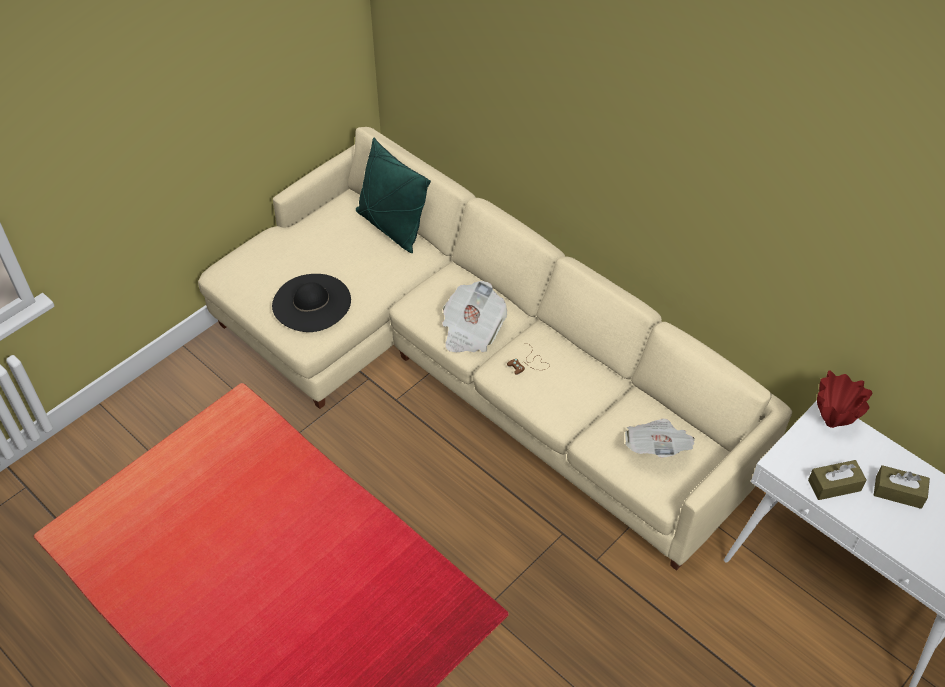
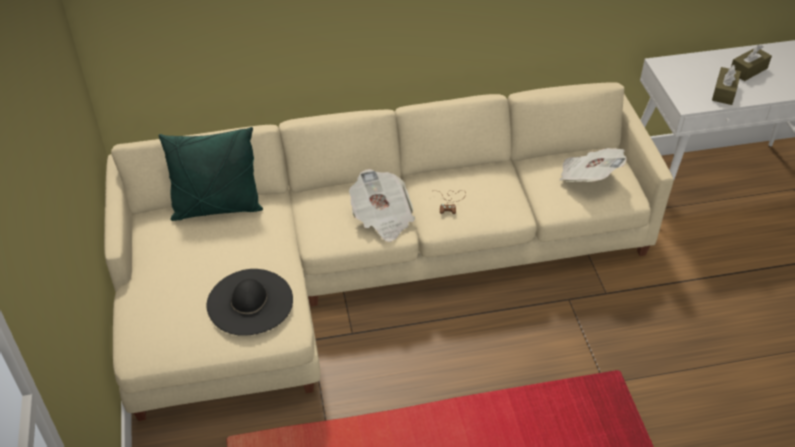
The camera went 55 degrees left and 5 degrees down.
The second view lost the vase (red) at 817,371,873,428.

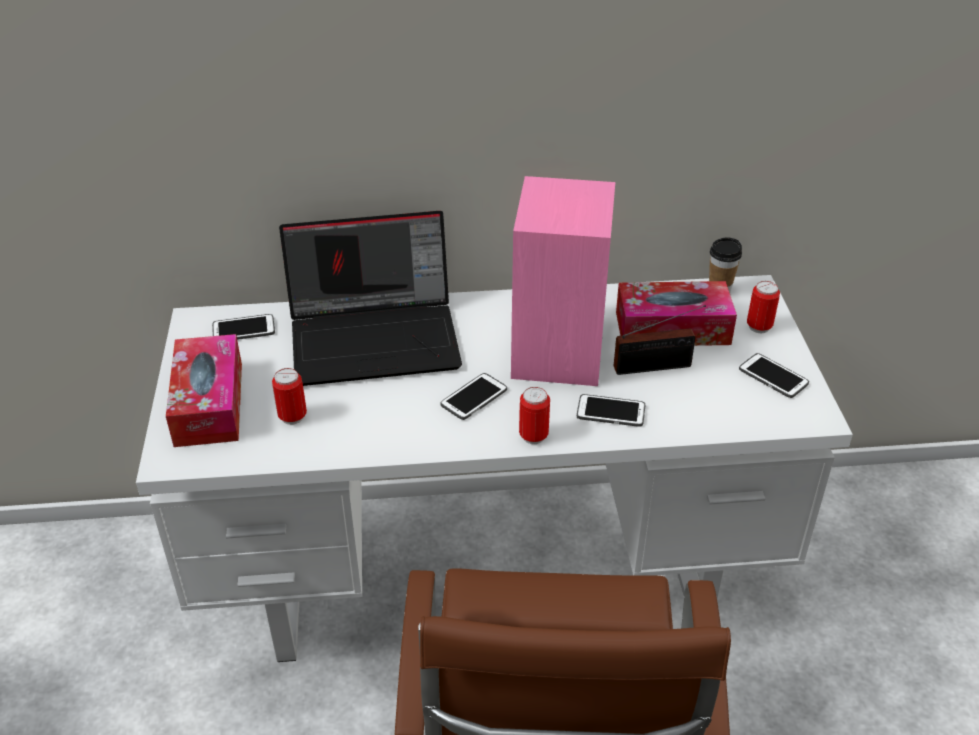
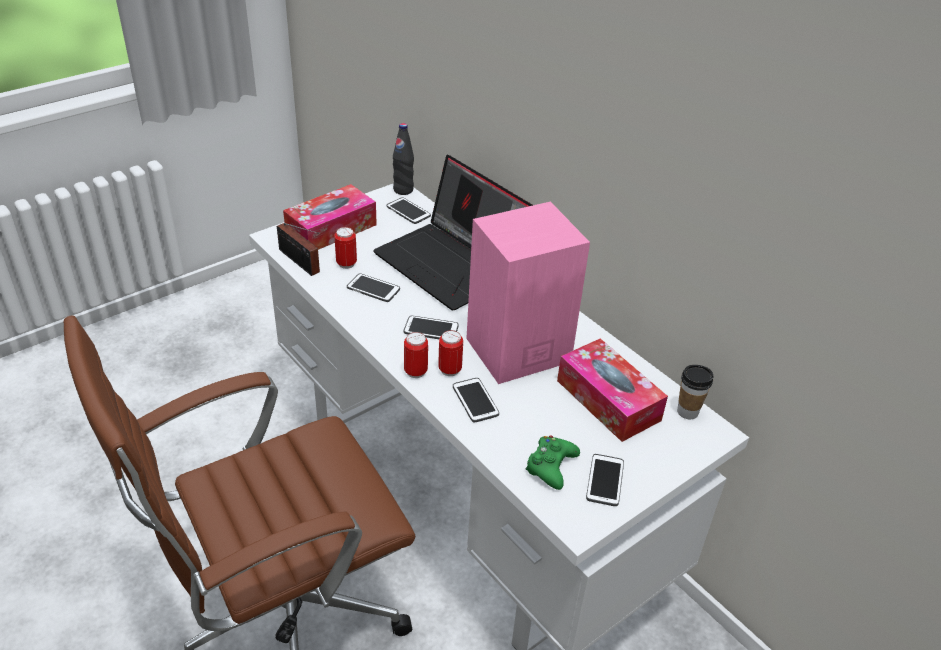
The camera went 55 degrees right and 0 degrees up.
The radio ended up elsewhere, having gone from 614,305,706,375 to 277,223,320,276.
The second view gained the phone at 347,273,400,302.
The second view gained the bottle (black) at 393,123,414,195.
The can ended up elsewhere, having gone from 747,281,780,333 to 438,330,463,376.
The second view gained the game controller (green) at 526,435,580,490.

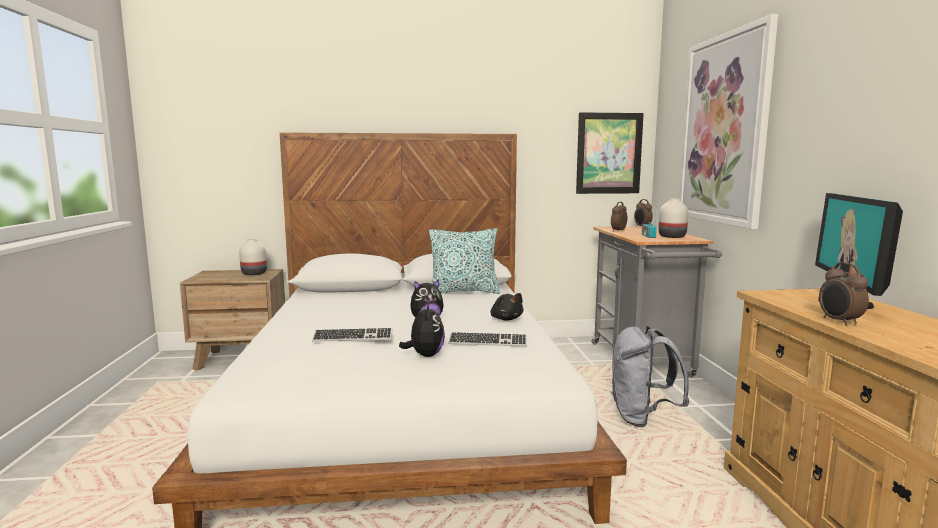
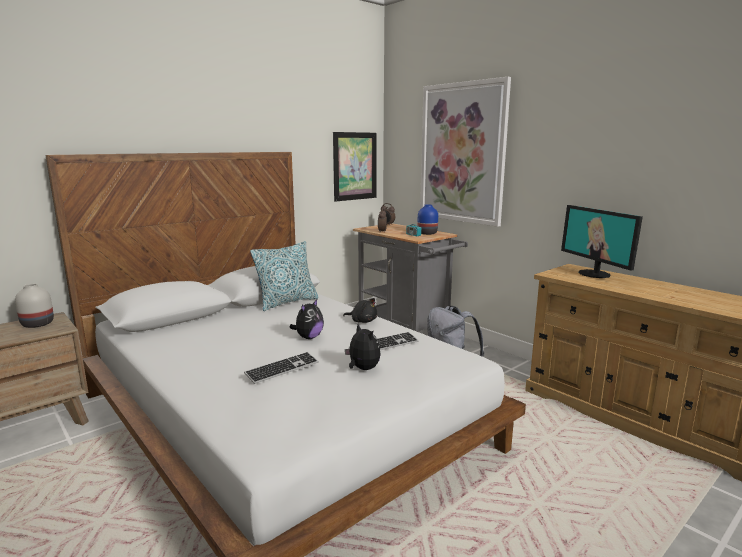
The camera went 35 degrees left and 5 degrees up.
What was the vase (white) at 659,199,688,238 turned into the vase (blue) at 417,204,438,235.
The second view lost the alarm clock at 819,262,869,326.

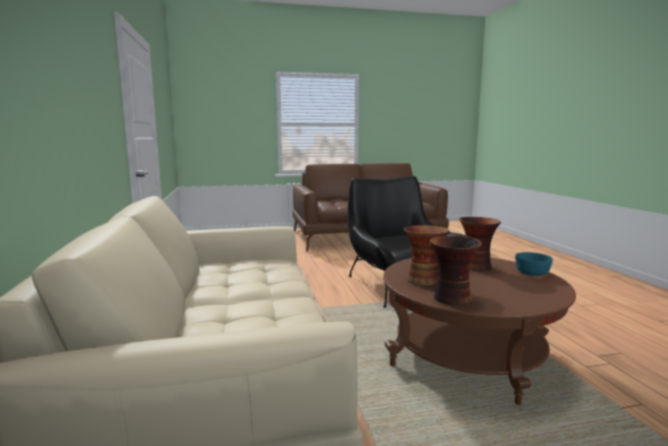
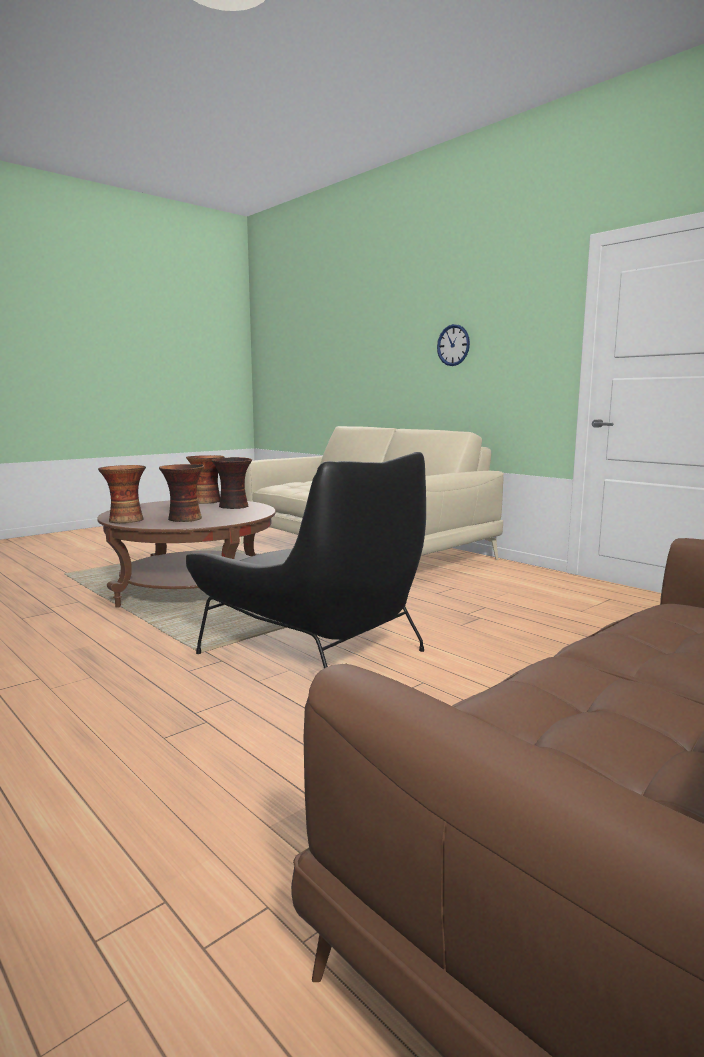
The camera went 150 degrees right and 0 degrees up.
Where the bowl (turquoise) stood at 515,252,553,276, the vase came to stand at 98,465,146,523.
The second view gained the wall clock at 437,324,470,366.

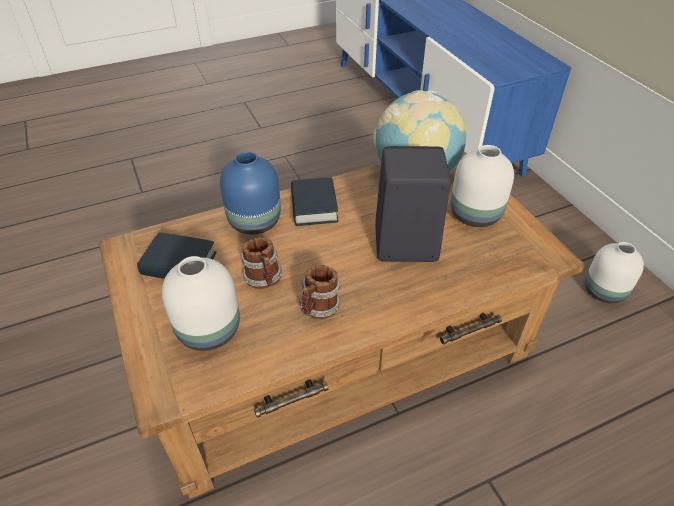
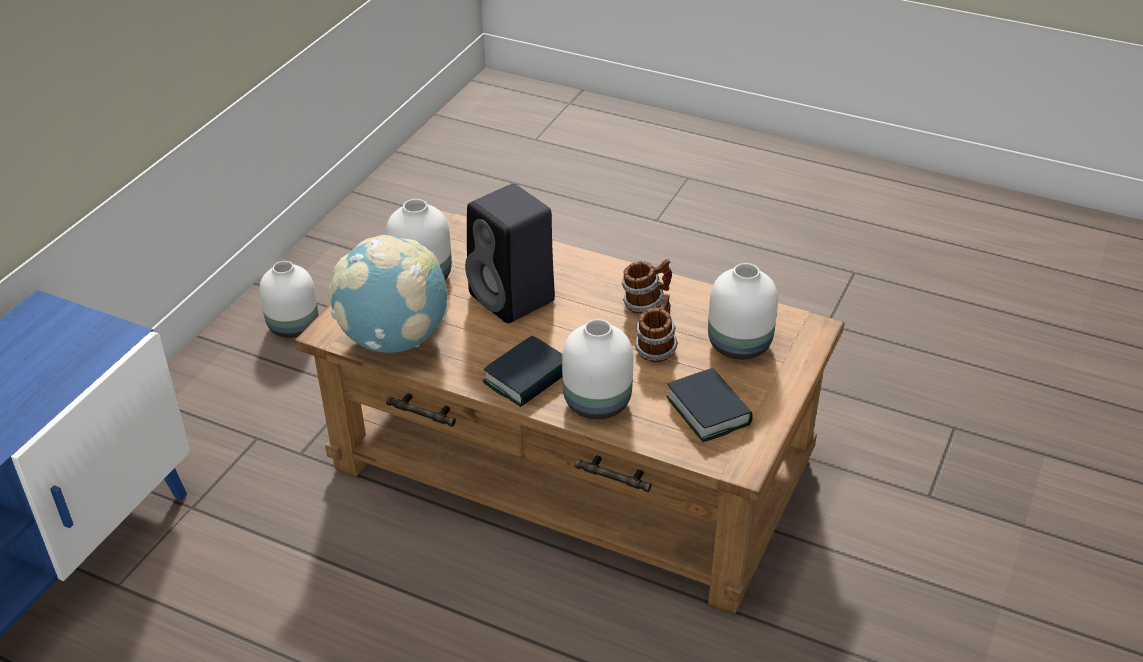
The camera went 130 degrees left and 5 degrees down.
What was the vase (blue) at 220,151,281,235 turned into the vase (white) at 562,319,633,420.

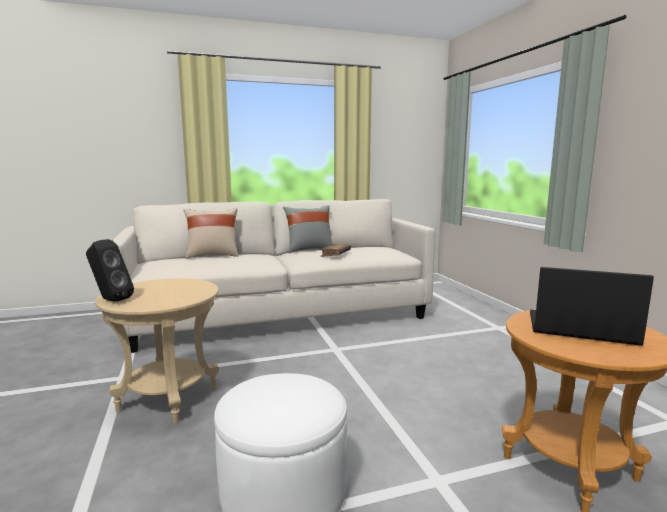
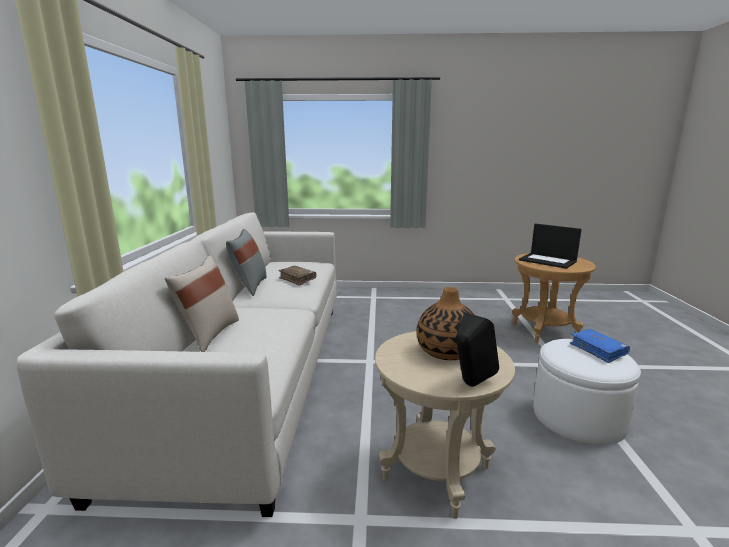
The camera went 70 degrees left and 5 degrees up.
The second view gained the vase at 417,287,474,360.
The laptop at 530,267,654,346 ended up facing another way, 90 degrees counterclockwise from before.
The second view gained the book (blue) at 570,329,630,363.

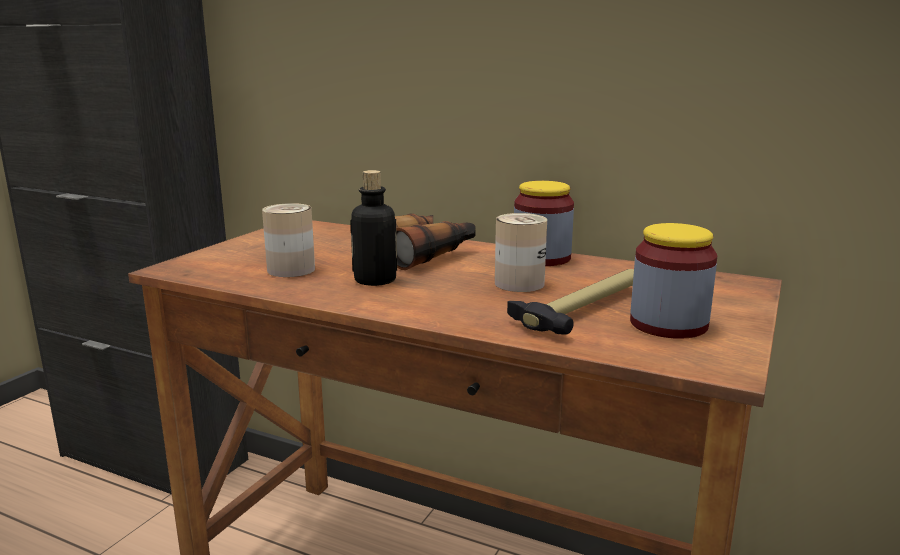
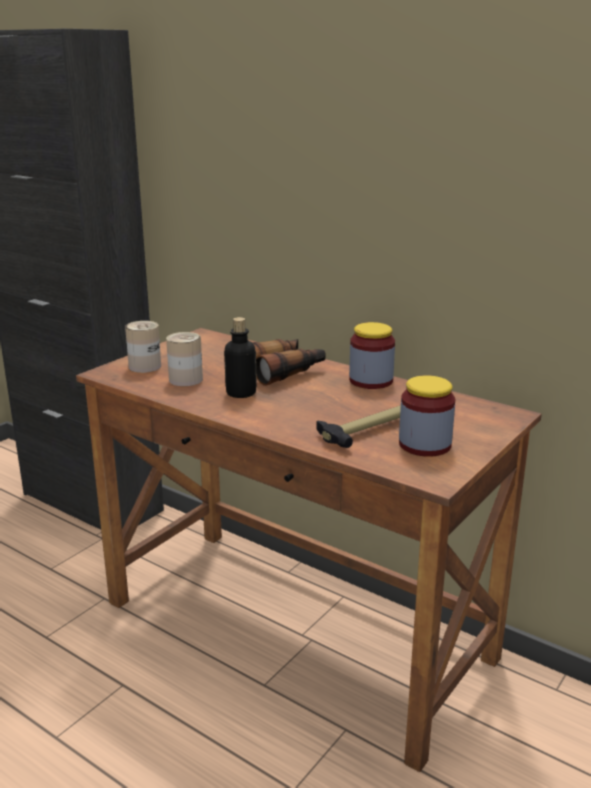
The camera went 10 degrees right and 5 degrees up.
The can ended up elsewhere, having gone from 495,213,547,292 to 125,321,161,373.

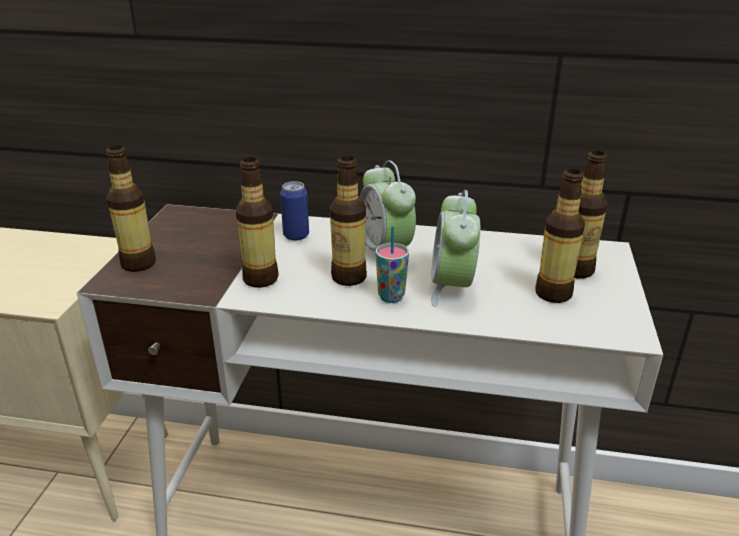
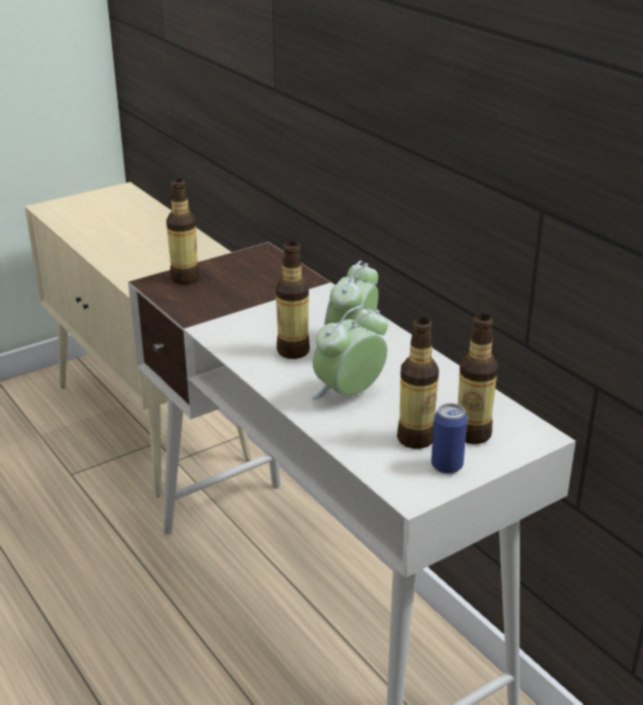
The camera went 45 degrees right and 0 degrees up.
The can ended up elsewhere, having gone from 280,181,309,241 to 431,403,467,474.
The second view lost the bottle at 236,157,279,288.
The second view lost the cup at 376,226,409,303.

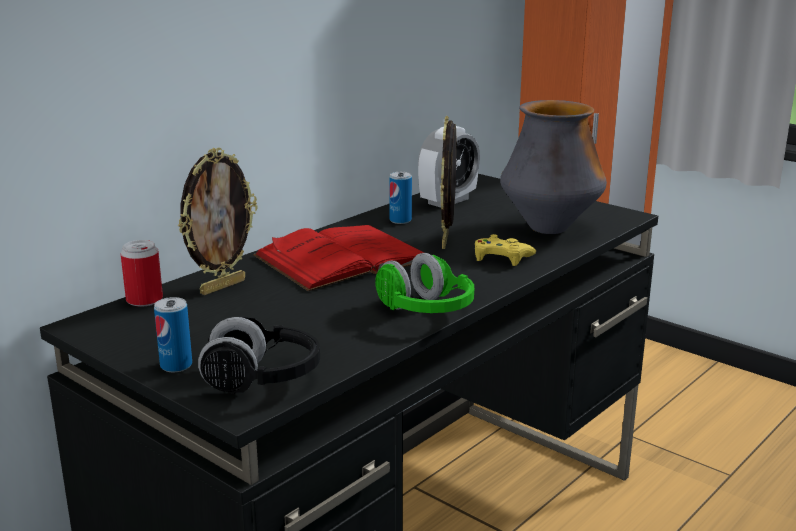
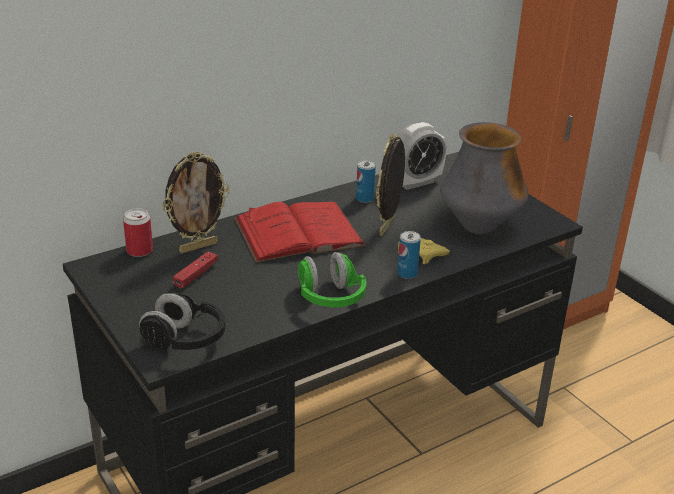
The camera went 15 degrees right and 10 degrees up.
The second view gained the game controller (red) at 173,252,218,288.
The can ended up elsewhere, having gone from 154,297,192,372 to 397,231,421,279.

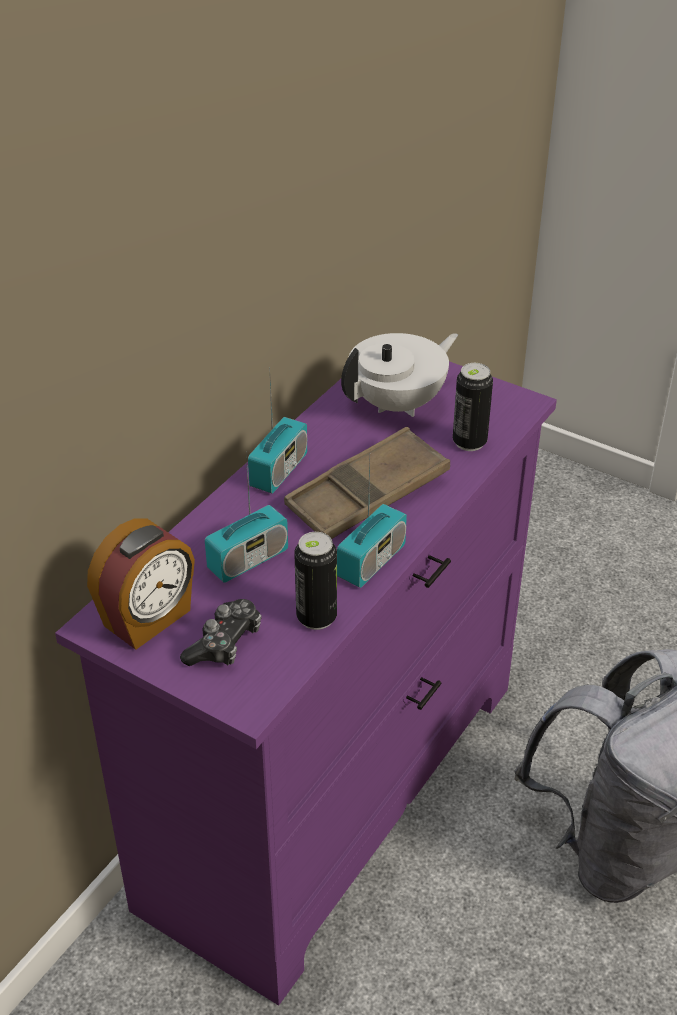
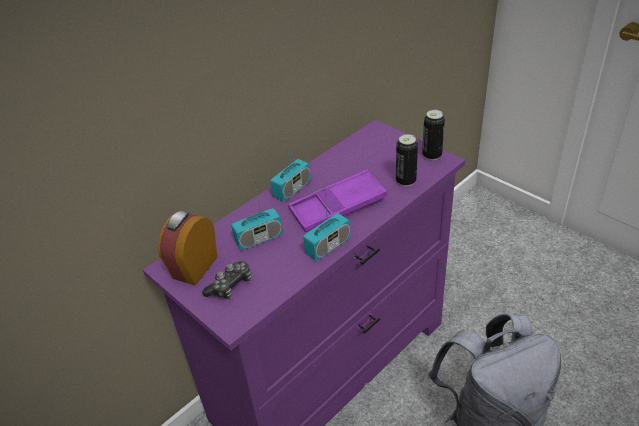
The camera went 15 degrees right and 0 degrees up.
The alarm clock at 87,518,195,650 ended up facing another way, 150 degrees clockwise from before.
What was the tray (brown) at 284,427,450,539 turned into the tray (purple) at 288,169,387,232.
The can ended up elsewhere, having gone from 294,532,337,630 to 422,110,445,160.
The second view lost the teapot (white) at 341,333,458,417.

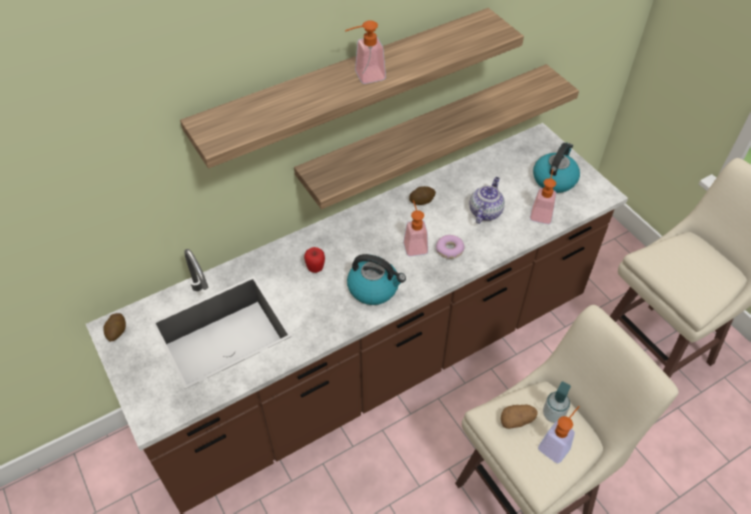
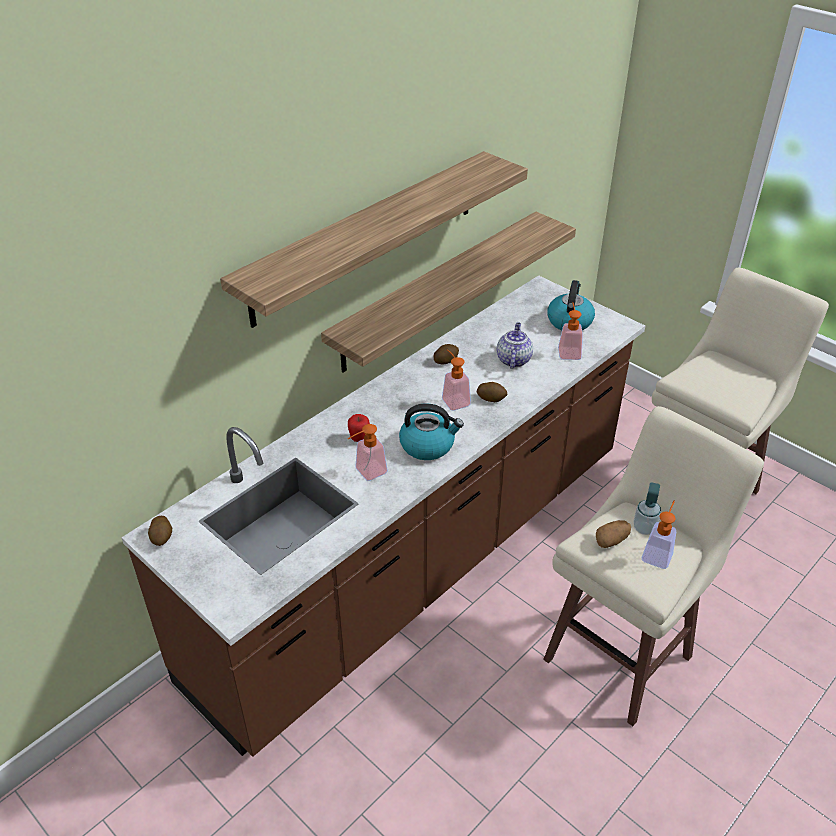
The camera went 15 degrees left and 10 degrees down.
The soap dispenser ended up elsewhere, having gone from 345,20,386,84 to 348,424,388,481.
Where the donut stood at 436,235,464,259, the potato came to stand at 477,382,507,402.

